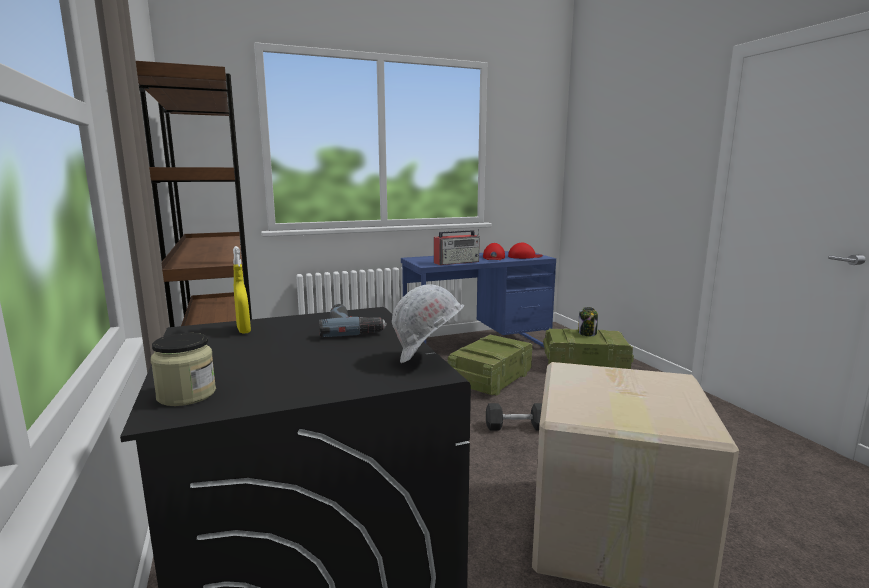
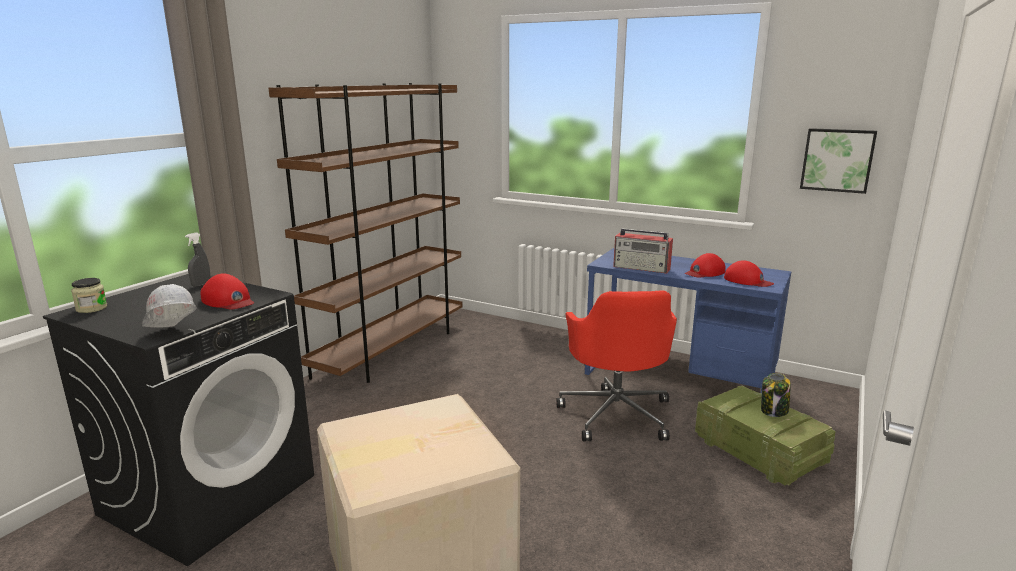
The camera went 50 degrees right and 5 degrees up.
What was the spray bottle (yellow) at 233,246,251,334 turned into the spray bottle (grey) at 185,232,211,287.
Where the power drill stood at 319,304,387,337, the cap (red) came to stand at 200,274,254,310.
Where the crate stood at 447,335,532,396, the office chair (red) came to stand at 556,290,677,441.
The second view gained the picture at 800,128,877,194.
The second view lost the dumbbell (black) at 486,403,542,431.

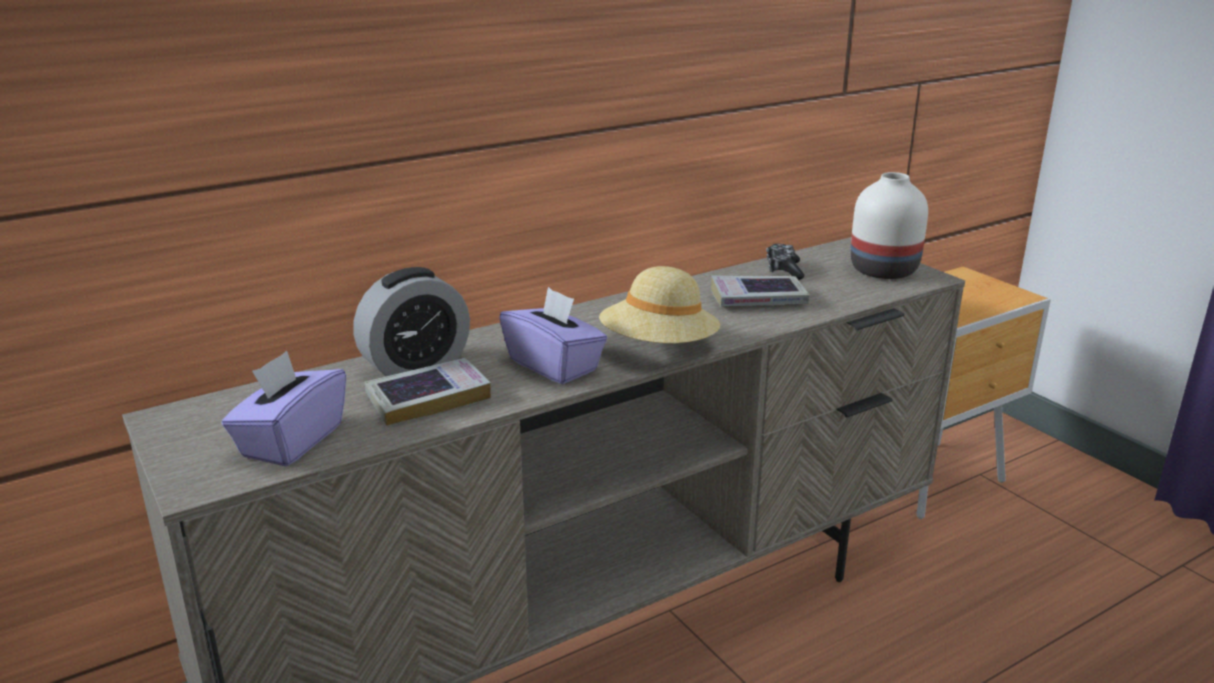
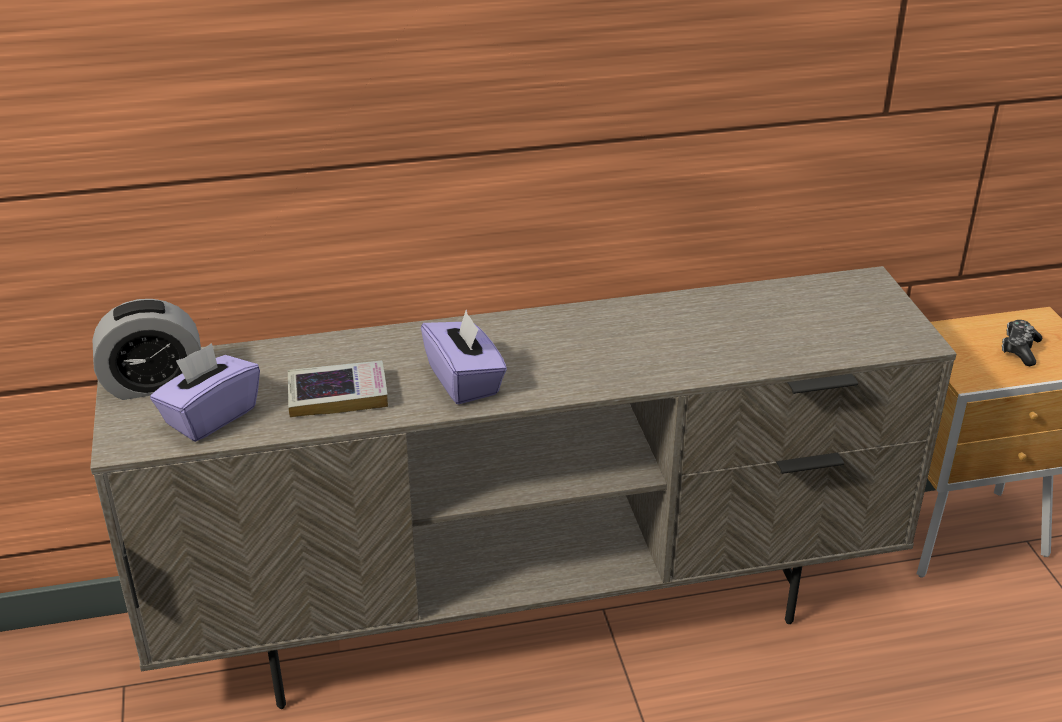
The camera went 20 degrees right and 10 degrees up.
The alarm clock ended up elsewhere, having gone from 353,267,470,376 to 92,299,201,400.
The game controller ended up elsewhere, having gone from 766,244,804,280 to 1002,320,1042,366.
The second view lost the hat (beige) at 599,266,720,343.
The second view lost the book at 711,275,809,307.
The second view lost the vase (white) at 850,172,928,279.

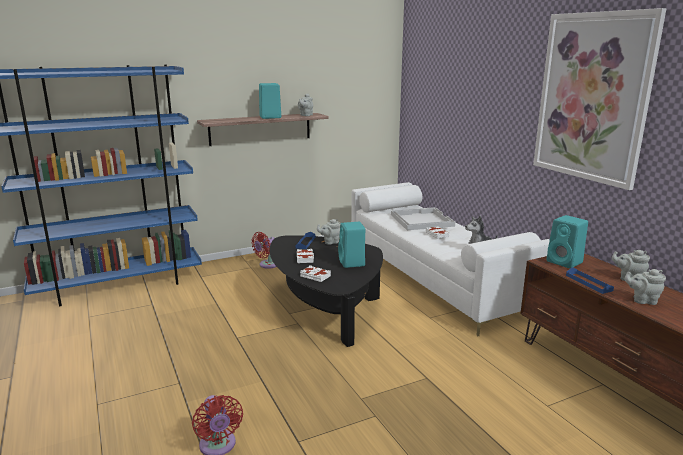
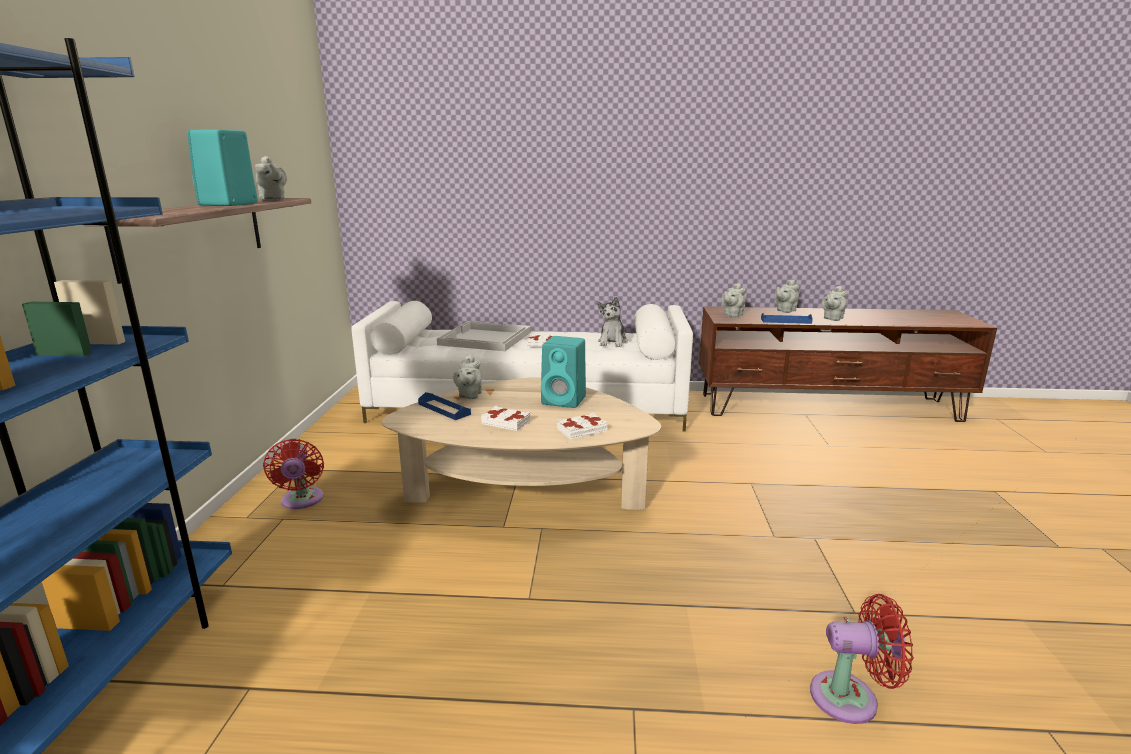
The camera went 60 degrees left and 0 degrees up.
What was the coffee table (black) at 270,235,383,347 turned into the coffee table (beige) at 382,377,661,510.
Where the speaker (turquoise) stood at 547,215,588,269, the teapot (grey) came to stand at 721,283,746,317.
The second view lost the picture at 533,8,667,190.

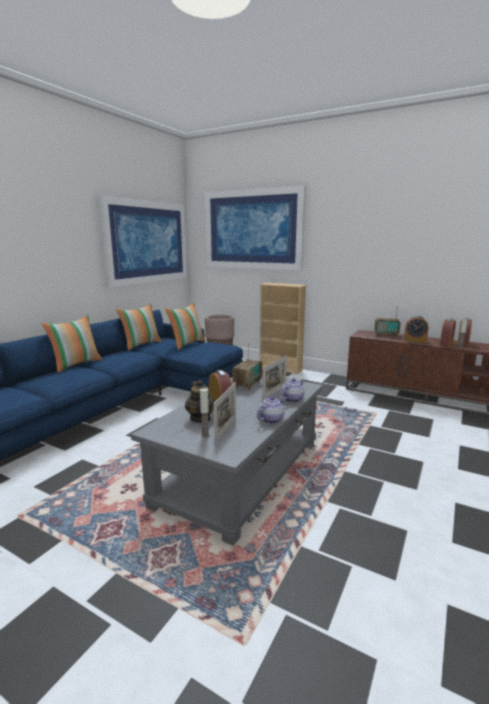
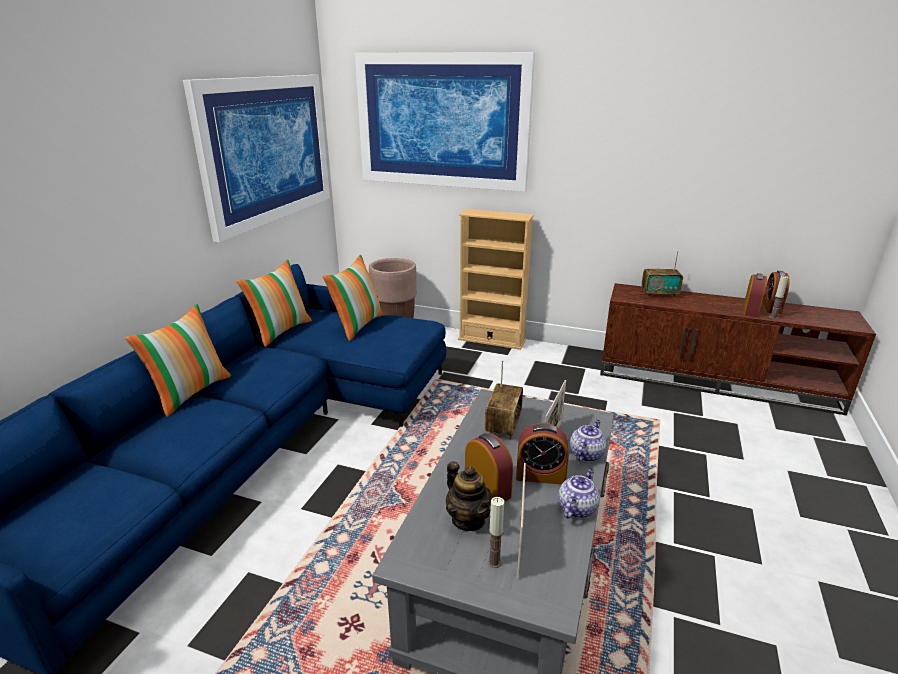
The camera went 10 degrees left and 10 degrees up.
The alarm clock ended up elsewhere, having gone from 404,316,429,343 to 516,423,569,485.

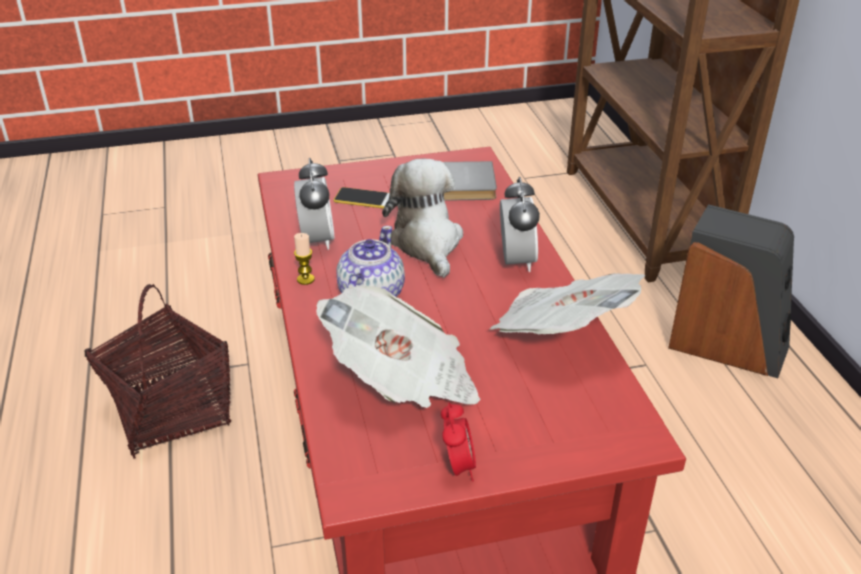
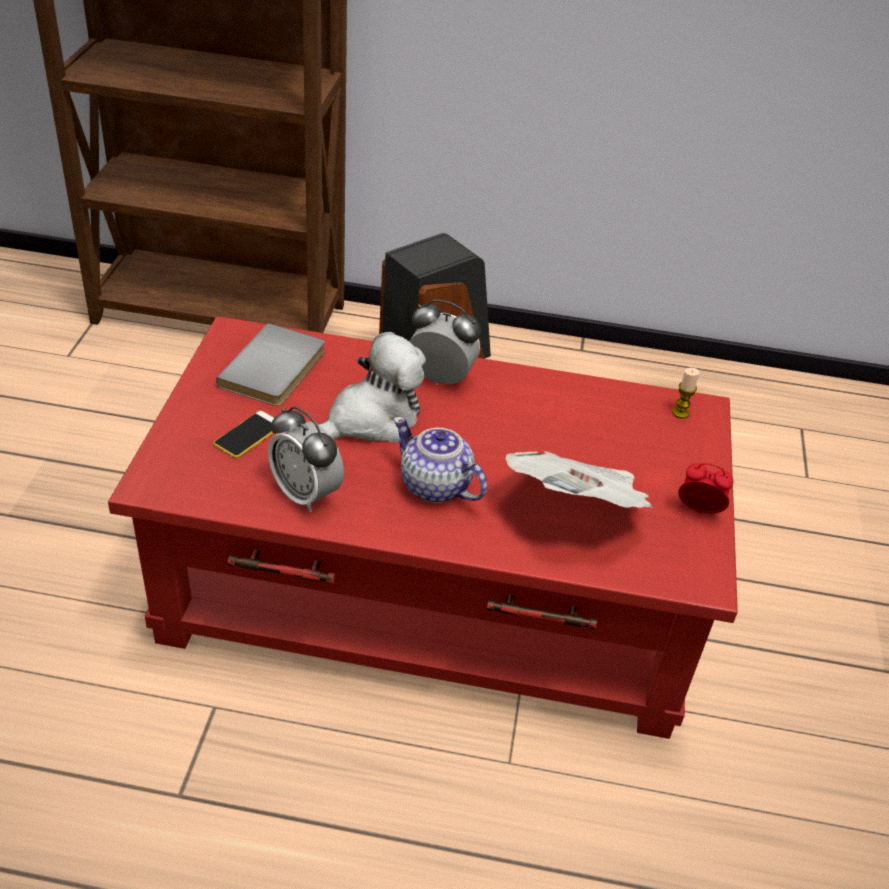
The camera went 70 degrees left and 5 degrees up.
The alarm clock at 294,158,335,250 ended up facing another way, 150 degrees counterclockwise from before.
The plush toy at 382,159,463,278 ended up facing another way, 135 degrees clockwise from before.
The candle ended up elsewhere, having gone from 294,233,315,285 to 672,368,700,418.
The second view lost the basket at 84,284,231,459.
The second view lost the newspaper at 490,273,645,334.

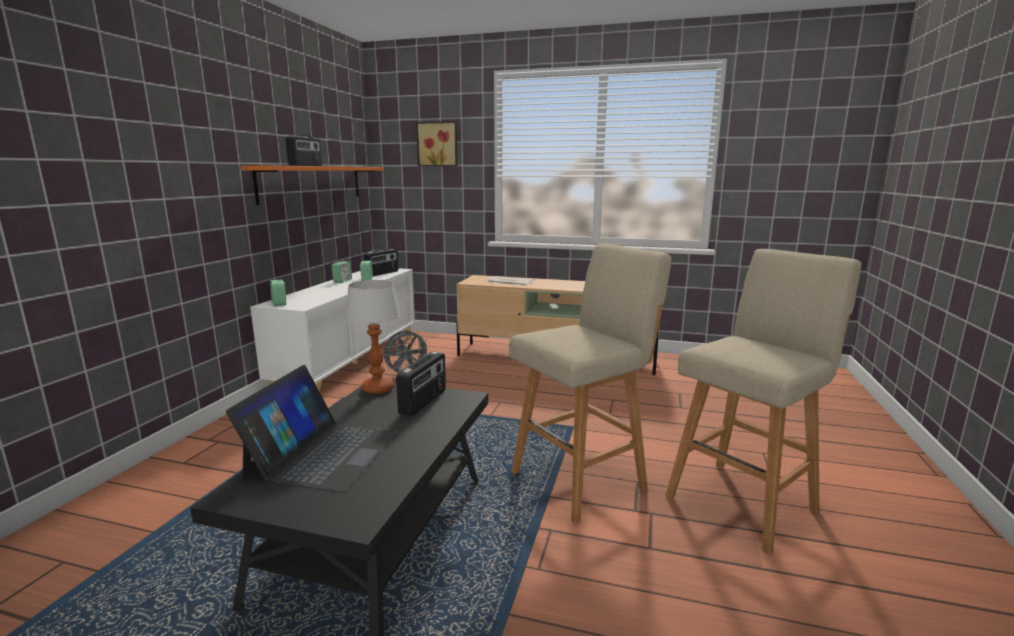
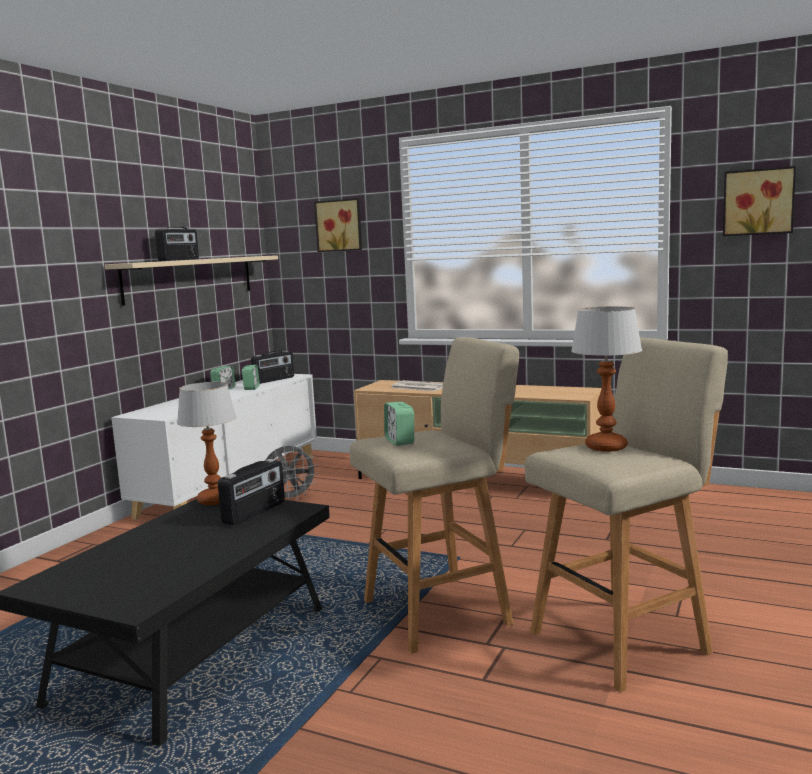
The camera went 10 degrees right and 5 degrees down.
What was the shelf (orange) at 241,165,384,205 turned into the shelf (beige) at 105,255,278,306.
The alarm clock ended up elsewhere, having gone from 270,280,286,306 to 384,402,414,446.
The second view gained the table lamp at 571,306,642,452.
The second view gained the picture at 723,166,796,236.
The second view lost the laptop at 226,365,399,493.

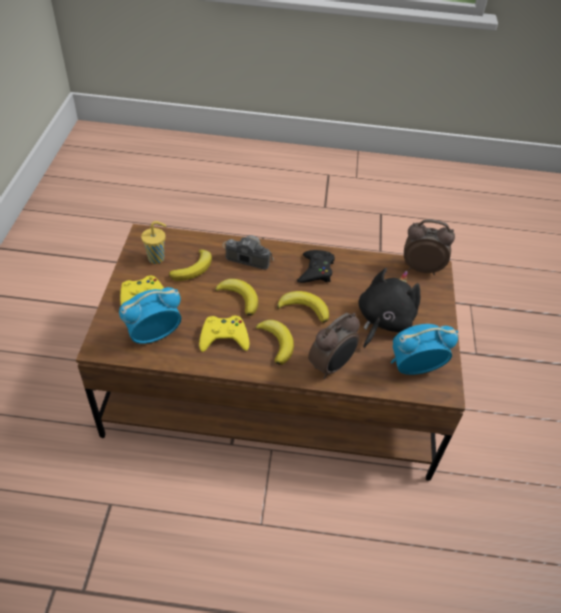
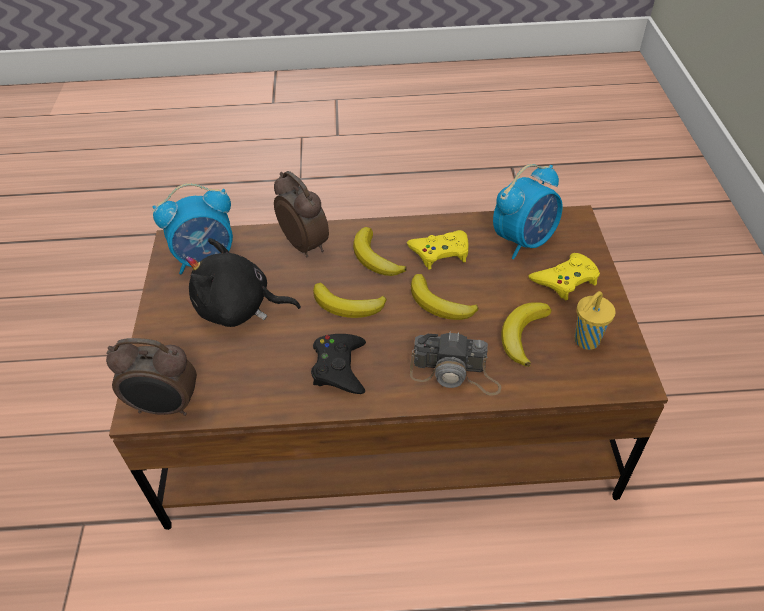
The camera went 175 degrees right and 0 degrees up.
The plush toy (black) at 358,268,420,348 ended up facing another way, 75 degrees clockwise from before.
The alarm clock at 308,313,360,379 ended up facing another way, 105 degrees clockwise from before.

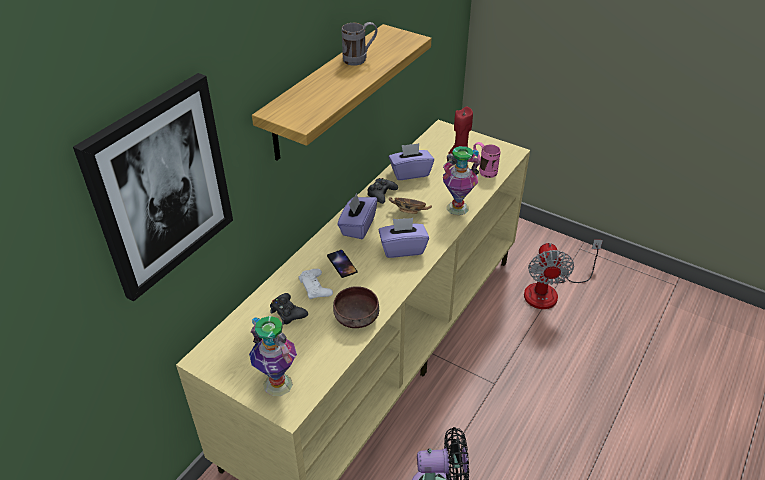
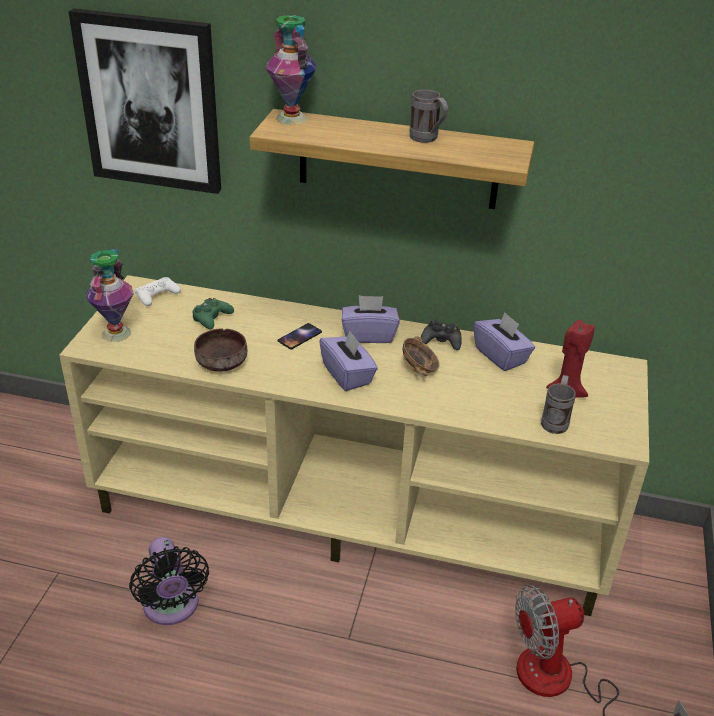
The camera went 70 degrees right and 5 degrees down.
The game controller (white) ended up elsewhere, having gone from 298,269,333,299 to 135,277,181,306.
What was the game controller (black) at 270,293,308,325 turned into the game controller (green) at 192,298,234,330.
The vase ended up elsewhere, having gone from 443,146,480,215 to 266,15,316,125.
What was the mug (pink) at 473,142,500,178 turned into the mug (grey) at 541,375,576,434.

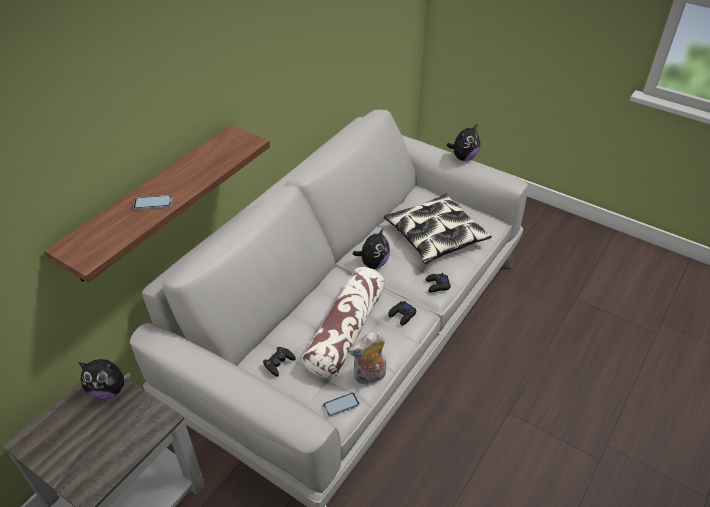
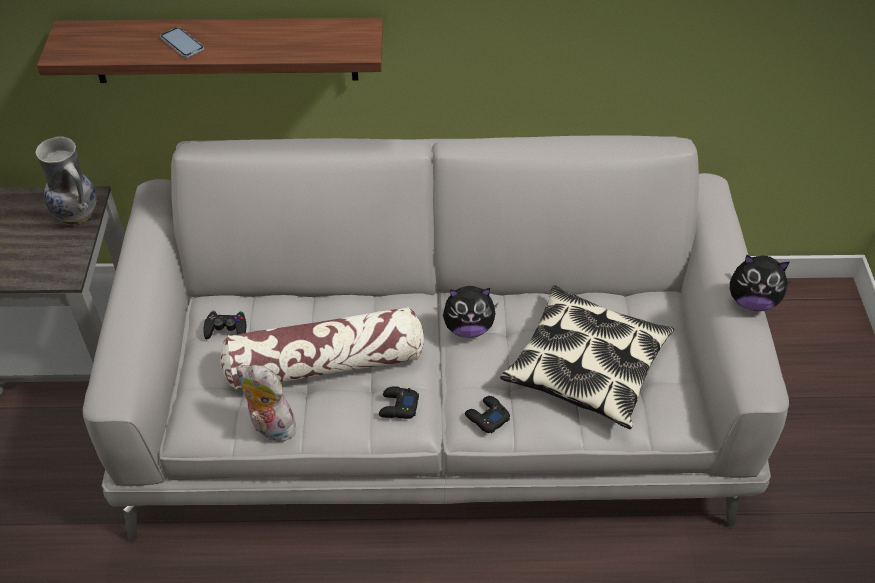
The camera went 55 degrees right and 5 degrees up.
Where the plush toy stood at 78,359,131,399, the vase came to stand at 35,136,97,225.
The second view lost the phone at 323,392,359,417.

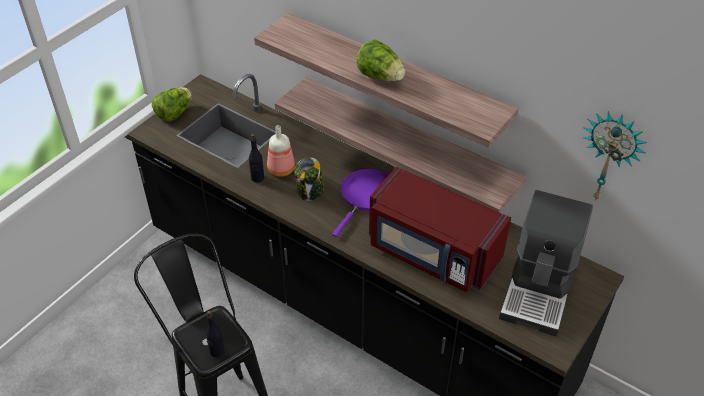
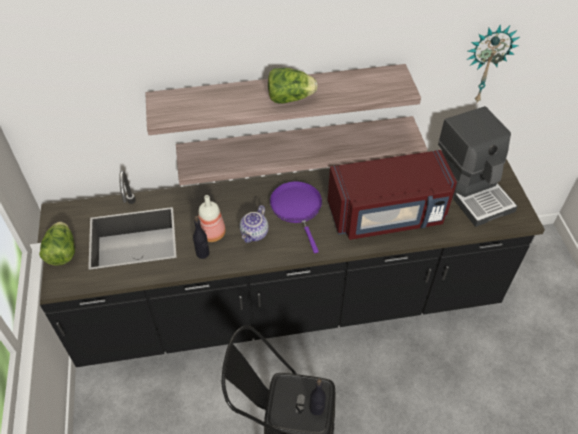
The camera went 45 degrees left and 5 degrees up.
Where the jar stood at 294,158,324,201, the teapot came to stand at 239,205,269,243.

